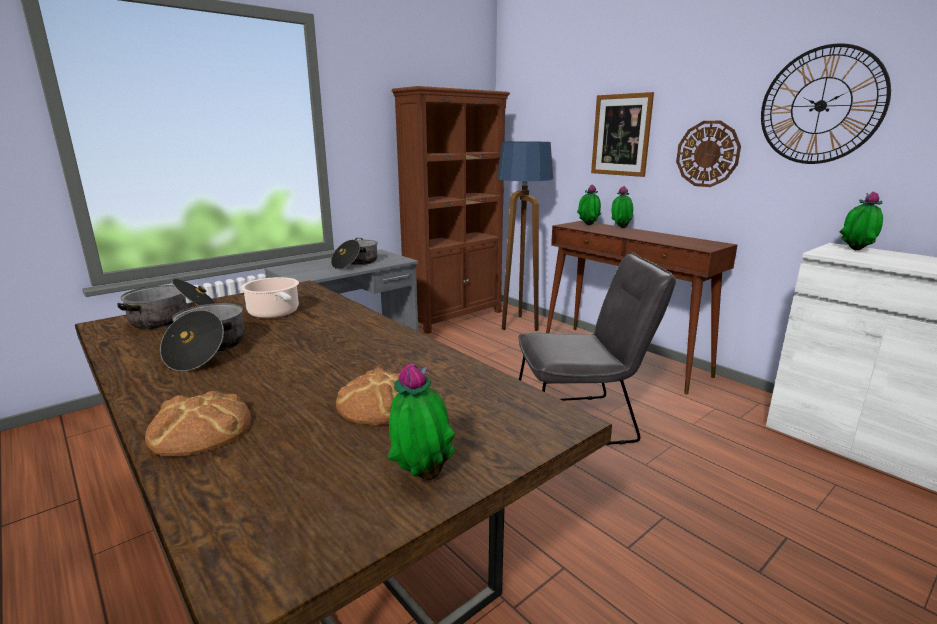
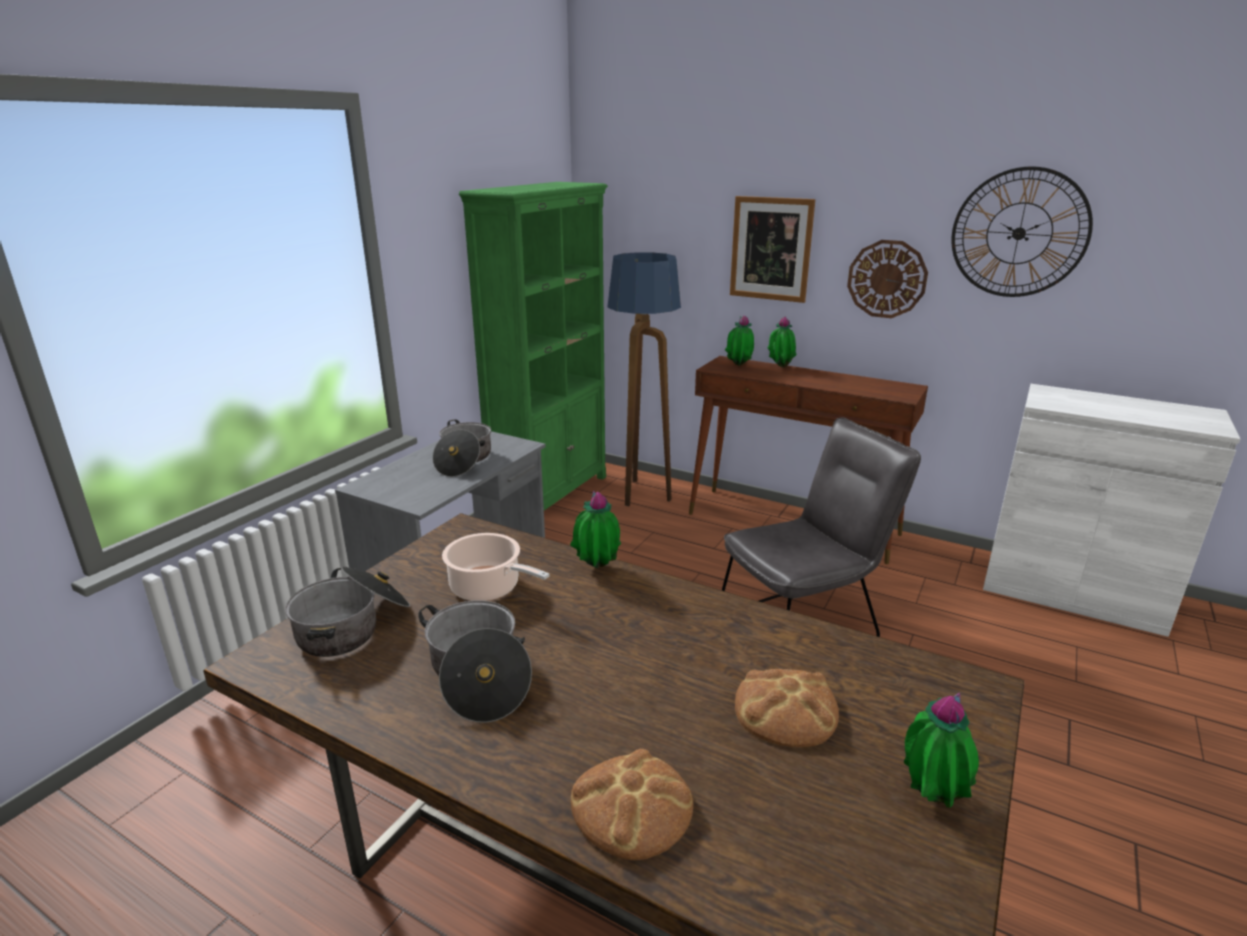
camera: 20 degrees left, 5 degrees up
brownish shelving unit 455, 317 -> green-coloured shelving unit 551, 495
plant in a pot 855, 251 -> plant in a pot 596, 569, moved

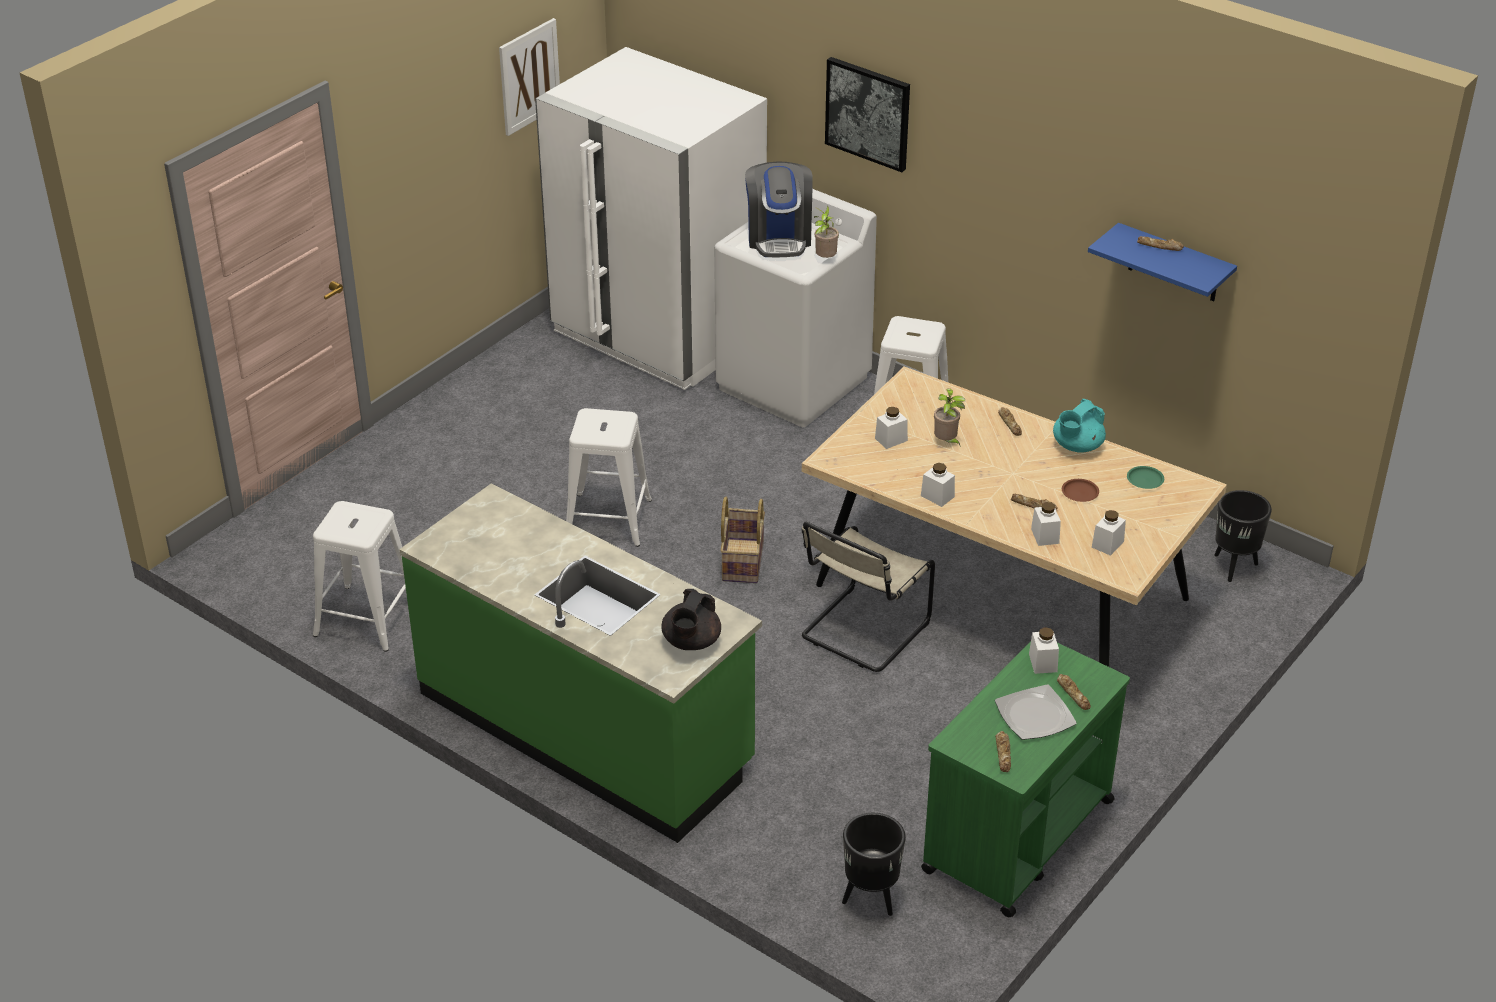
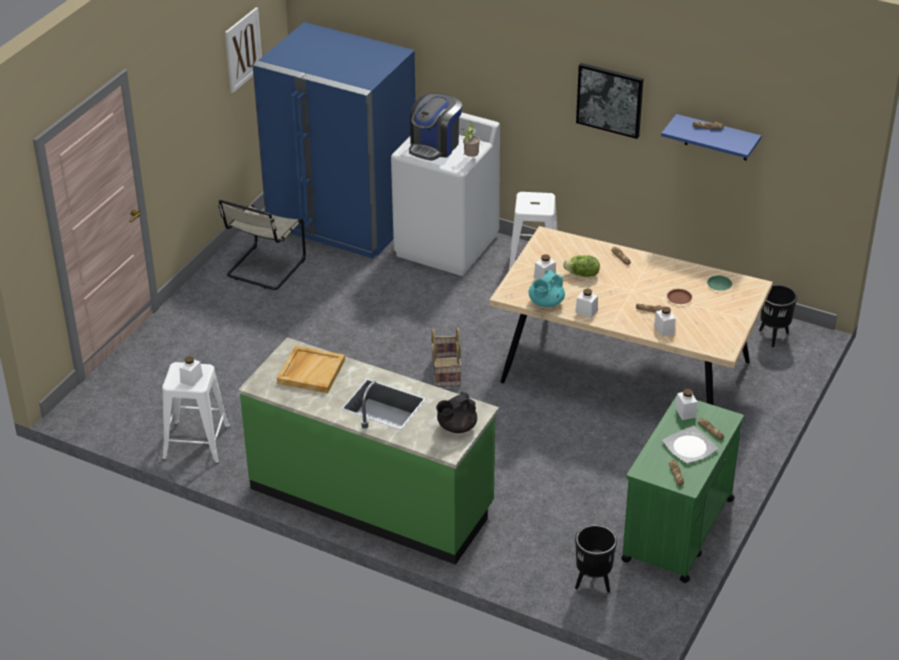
camera: 10 degrees left, 0 degrees up
white refrigerator 658, 334 -> bluish refrigerator 342, 221
wall art 868, 113 -> wall art 610, 99, moved
coffee machine 779, 238 -> coffee machine 434, 146, 45 degrees clockwise
plant in a pot 946, 442 -> head of lettuce 582, 274
blue-green tea pot 1076, 446 -> blue-green tea pot 545, 303, moved
white sitting stool 608, 519 -> none
white jar 1107, 544 -> white jar 191, 379, moved
sand-coloured upright chair 862, 632 -> sand-coloured upright chair 264, 269, moved
black tea pot 691, 642 -> black tea pot 456, 427, 45 degrees clockwise
none -> sand-coloured serving tray 311, 371

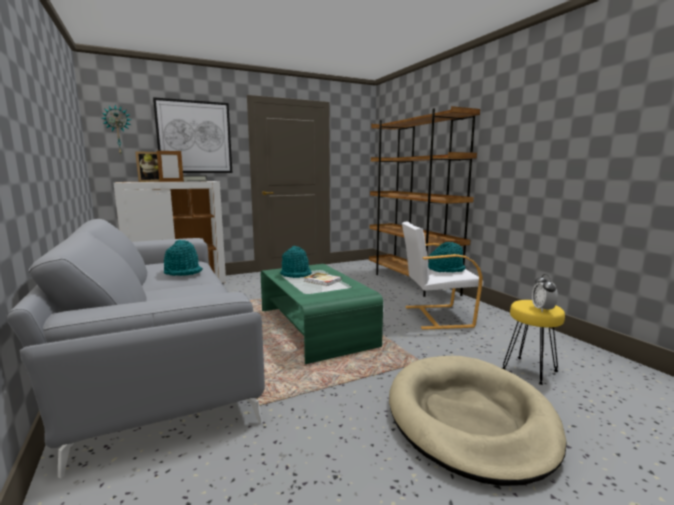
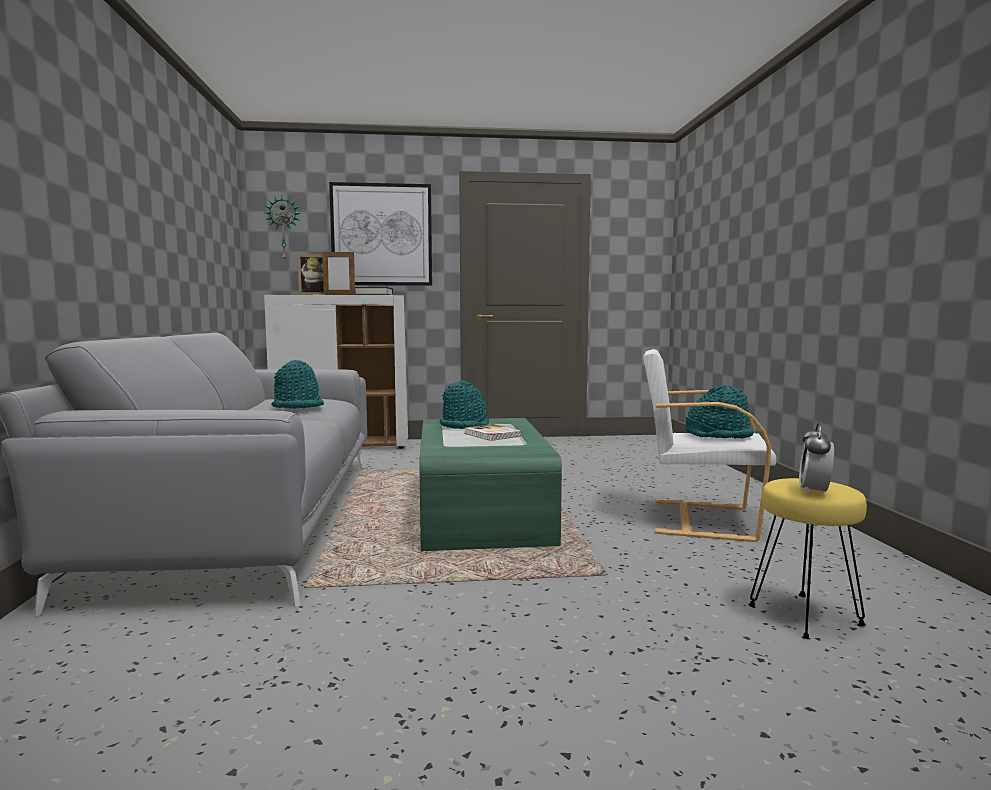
camera: 20 degrees right, 5 degrees down
brownish shelving unit 412, 282 -> none
sand-coloured pet bed 469, 418 -> none

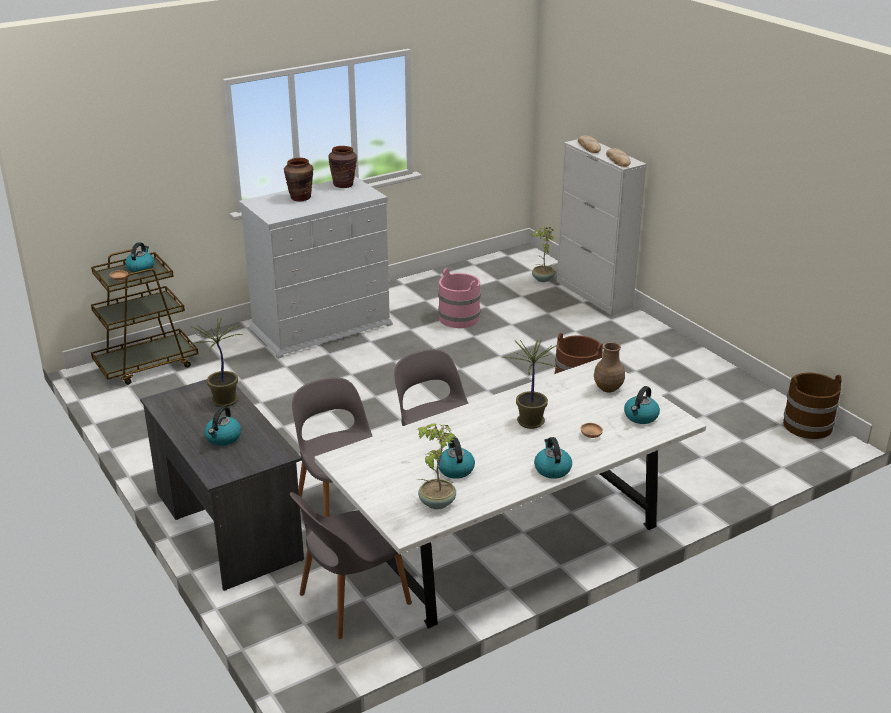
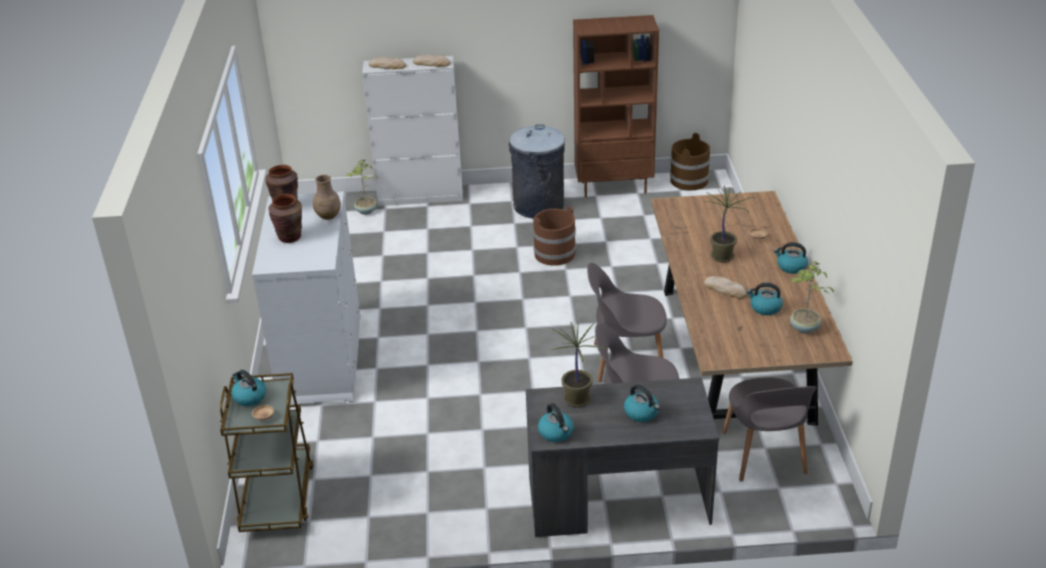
camera: 60 degrees left, 5 degrees up
pink-coloured pail 459, 318 -> none
brownish vase 608, 388 -> brownish vase 328, 216, moved
white dinner table 511, 538 -> brownish dinner table 735, 353
tea kettle 641, 417 -> tea kettle 556, 433, moved
none -> brownish shelving unit 614, 187
none -> grey trash can 538, 206
none -> baked bread 725, 289

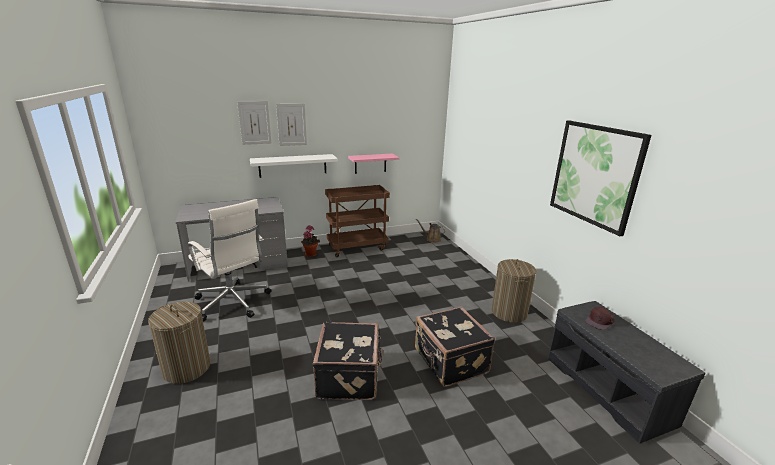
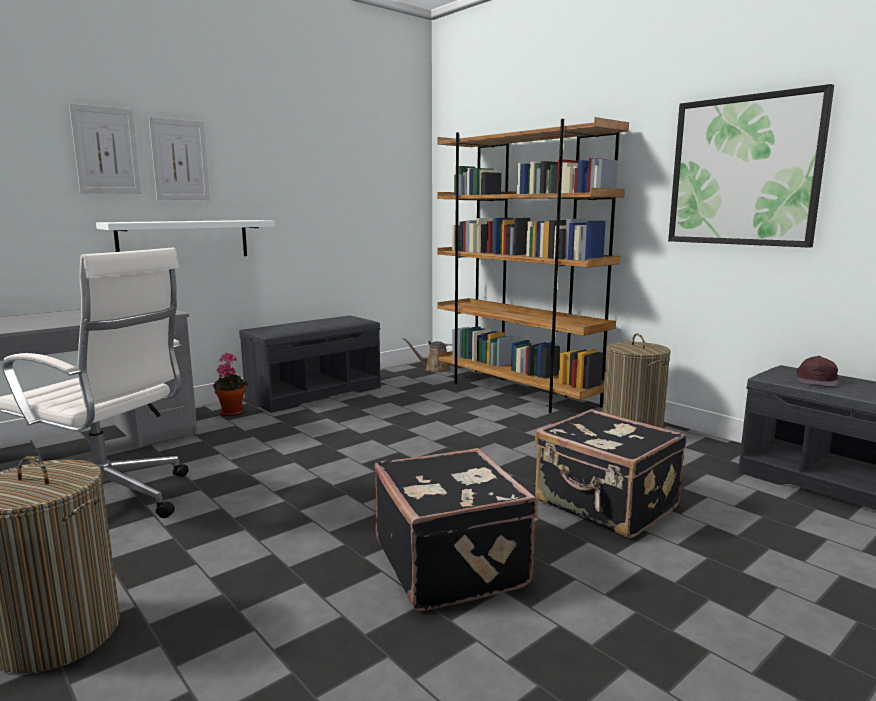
camera: 20 degrees left, 10 degrees down
pink-coloured wall shelf 370, 163 -> none
brownish cart 357, 247 -> grey long seat 315, 392
none -> brownish shelving unit 517, 392

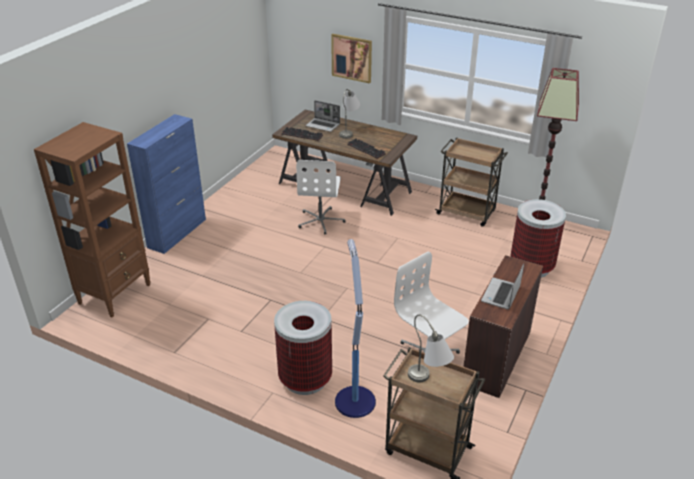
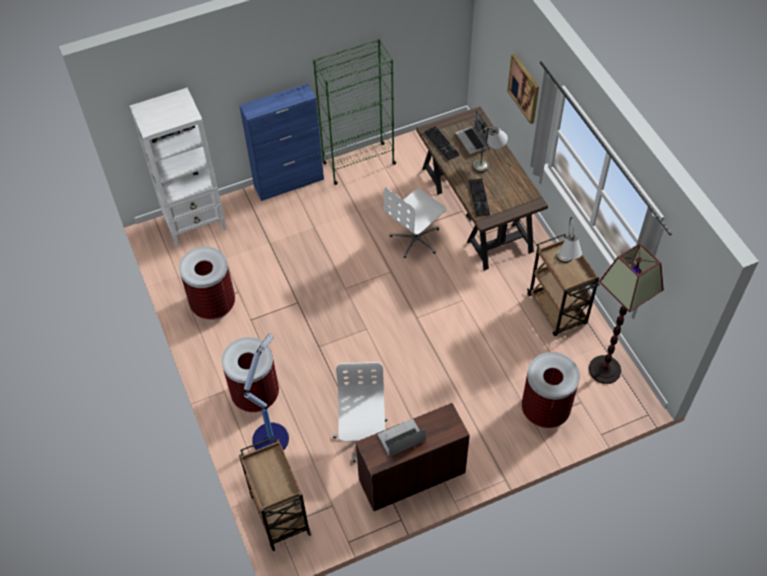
camera: 40 degrees right, 20 degrees up
brownish shelving unit 115, 293 -> white shelving unit 195, 223
grey lamp for a table 428, 383 -> grey lamp for a table 565, 265, moved
none -> green-coloured shelving unit 358, 163
none -> trash can 213, 305

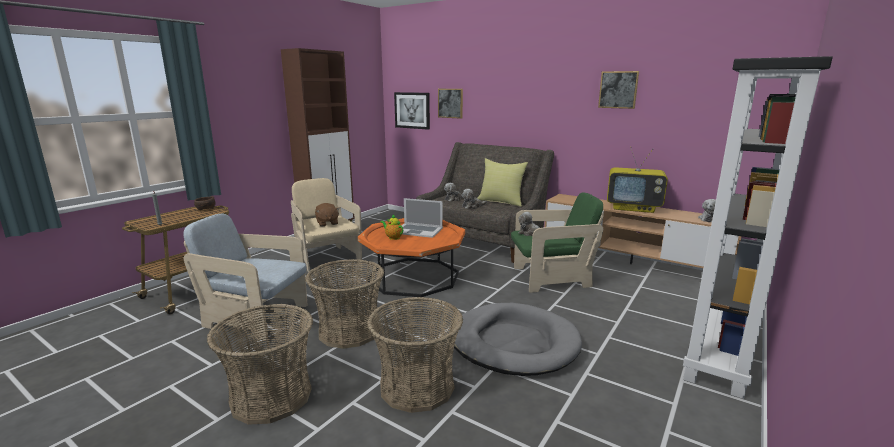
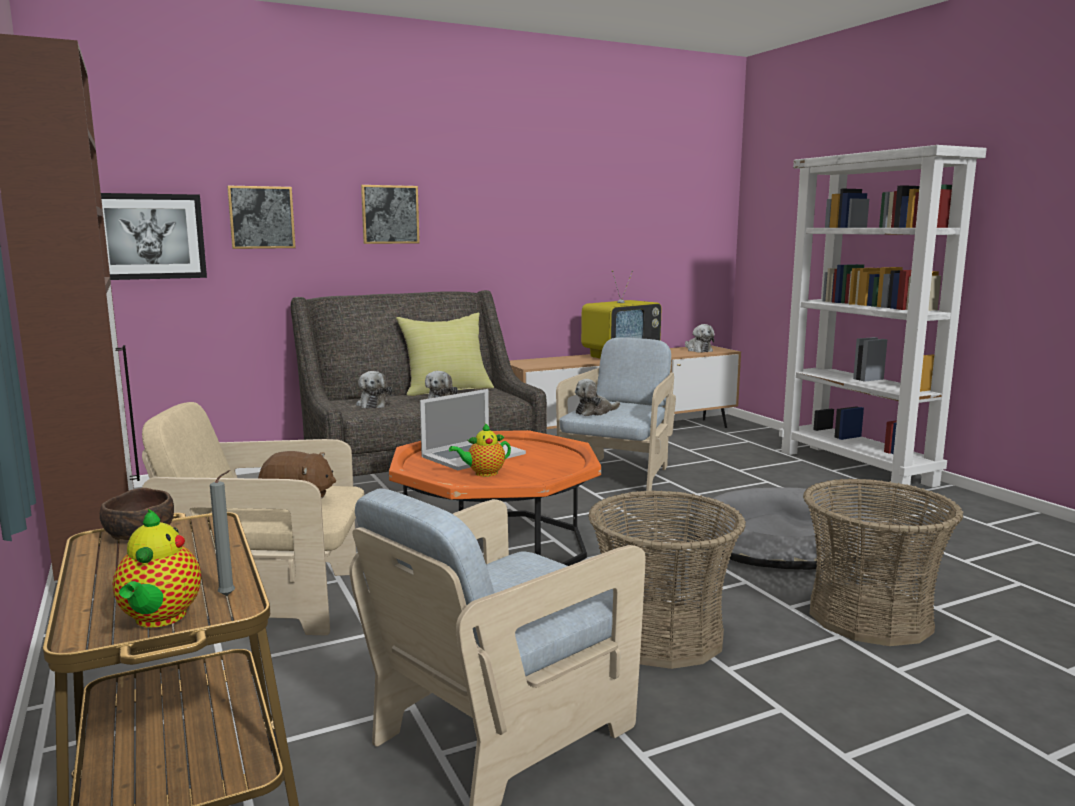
camera: 60 degrees left, 5 degrees down
black shelving unit 720, 352 -> white shelving unit 857, 468
wall art 618, 89 -> wall art 390, 214, moved
green-coloured armchair 551, 278 -> sand-coloured armchair 618, 475
basket 271, 397 -> none
none -> tea pot 159, 619

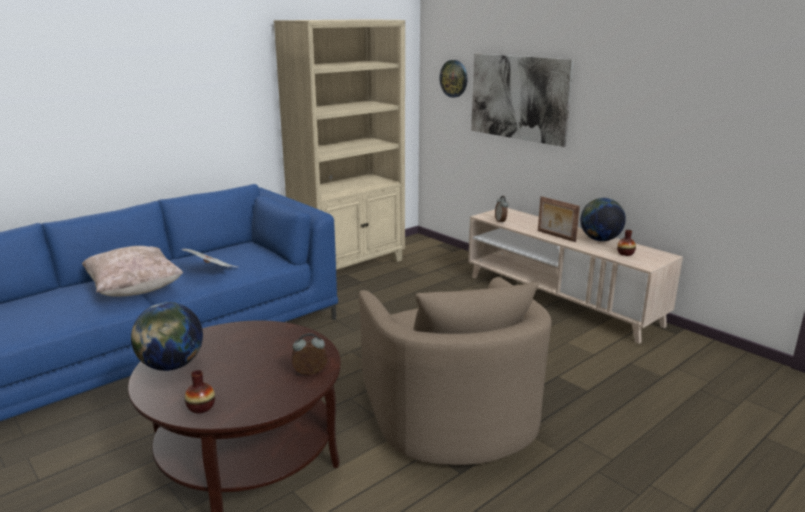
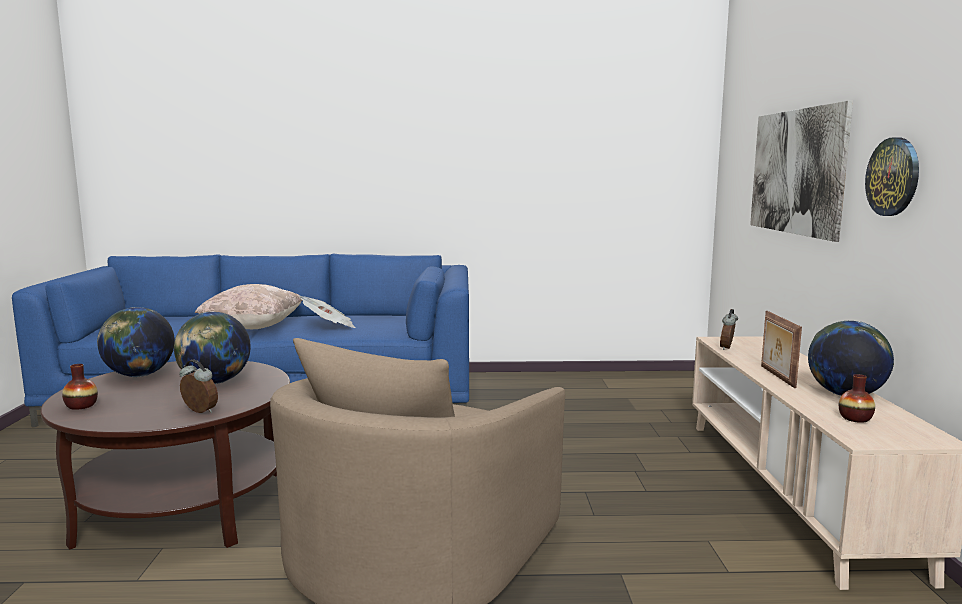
camera: 40 degrees right, 10 degrees down
sand-coloured shelving unit 350, 265 -> none
clock on the wall 454, 78 -> clock on the wall 893, 177, moved
none -> world globe 215, 382

